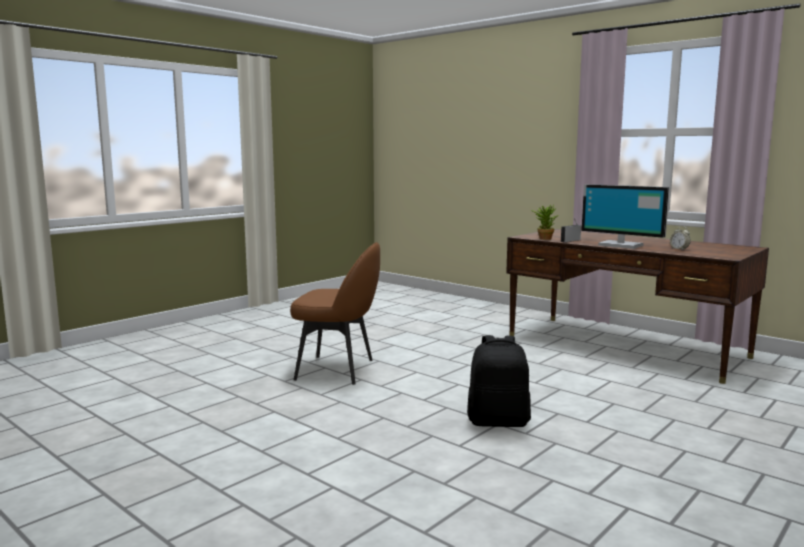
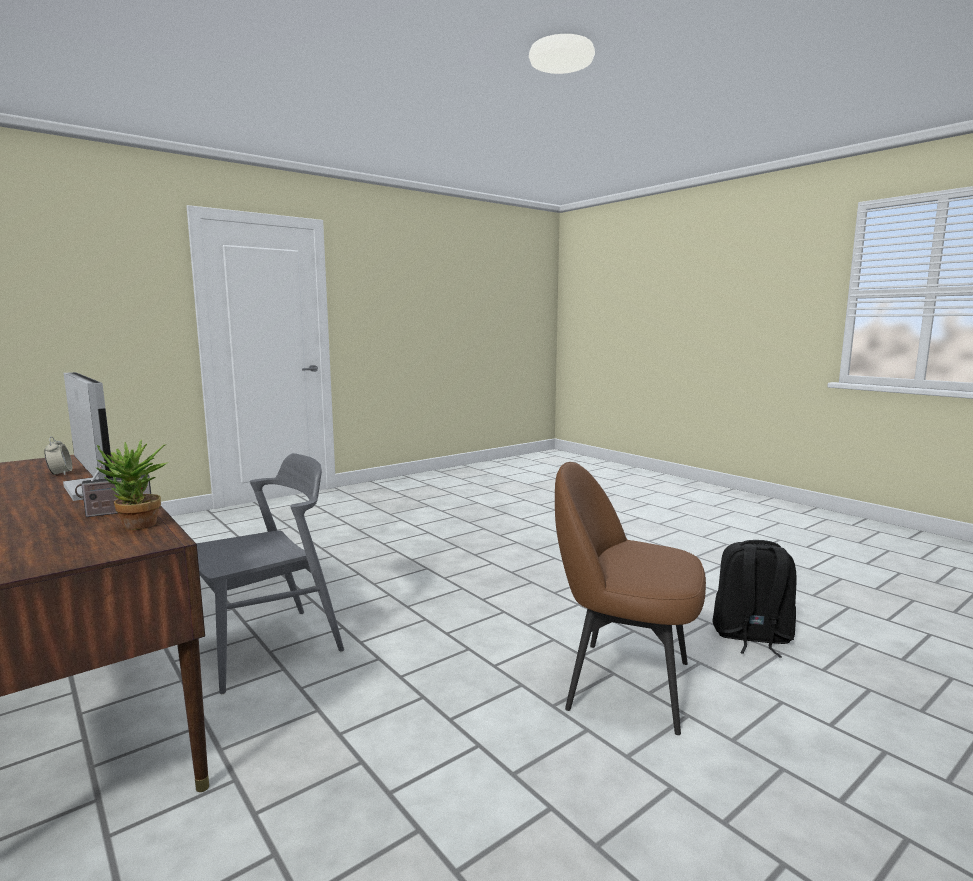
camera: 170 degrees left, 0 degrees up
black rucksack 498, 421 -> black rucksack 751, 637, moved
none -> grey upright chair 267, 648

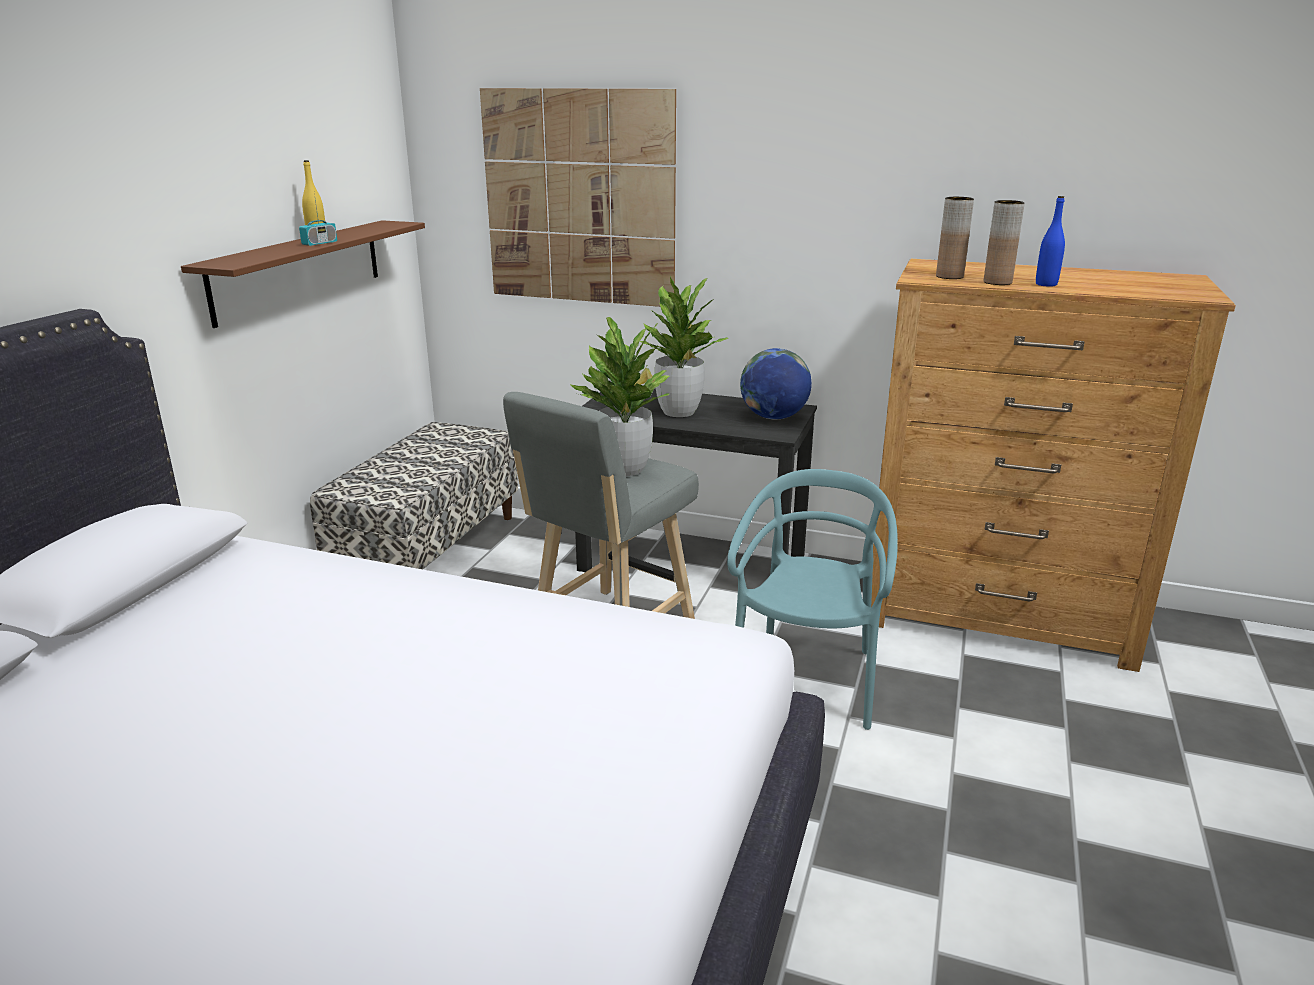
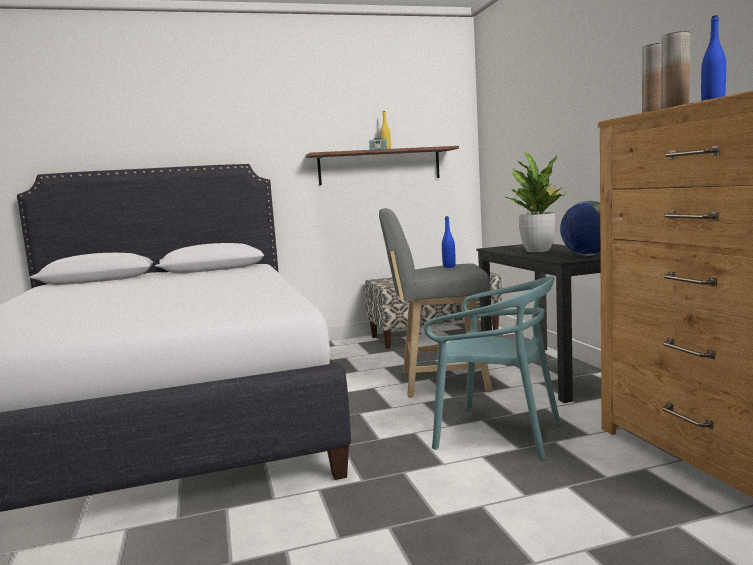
camera: 55 degrees right, 15 degrees down
wall art 579, 198 -> none
plant in a pot 625, 469 -> bluish bottle 449, 267
blue-green upright chair 807, 680 -> blue-green upright chair 497, 434, 45 degrees clockwise

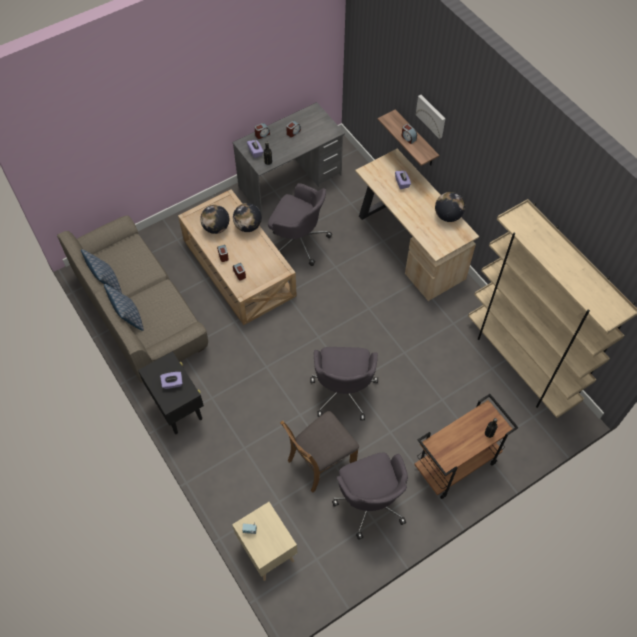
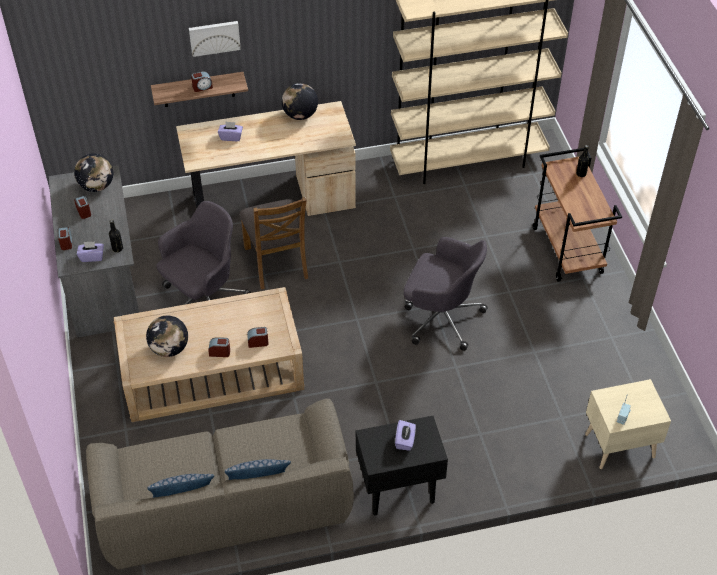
camera: 70 degrees left, 10 degrees down
world globe 248, 226 -> world globe 97, 186, moved
brownish upright chair 320, 461 -> brownish upright chair 277, 262, moved
grey computer chair 370, 501 -> none

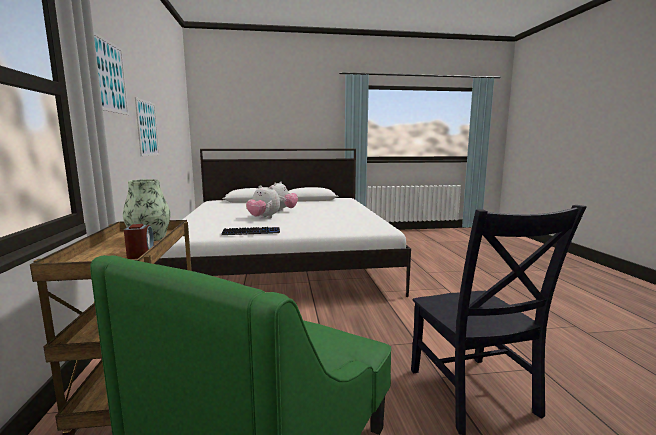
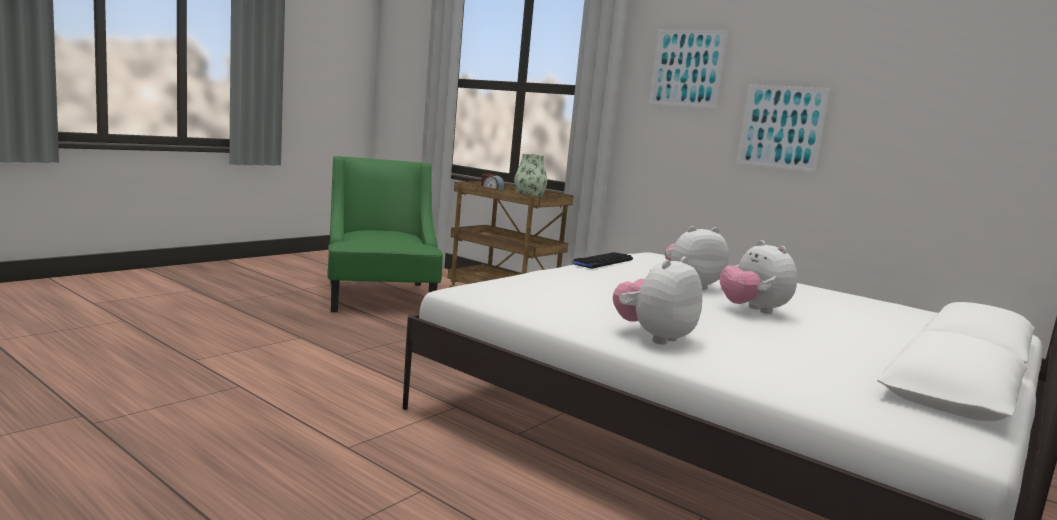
camera: 135 degrees right, 0 degrees up
black upright chair 474, 395 -> none
none -> soft toy 654, 337

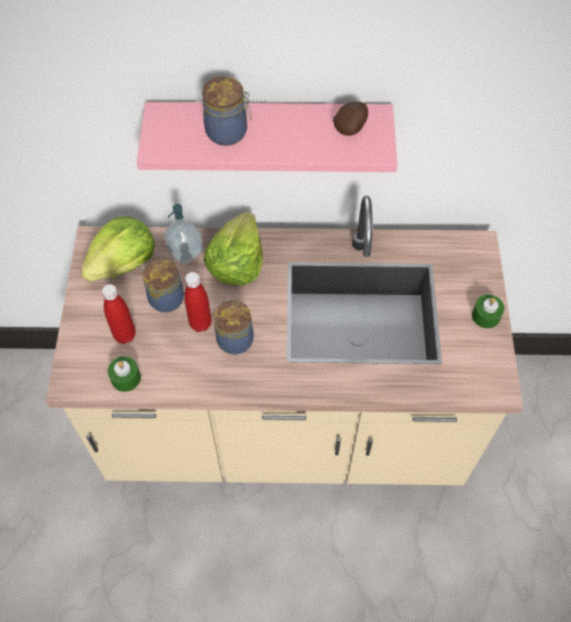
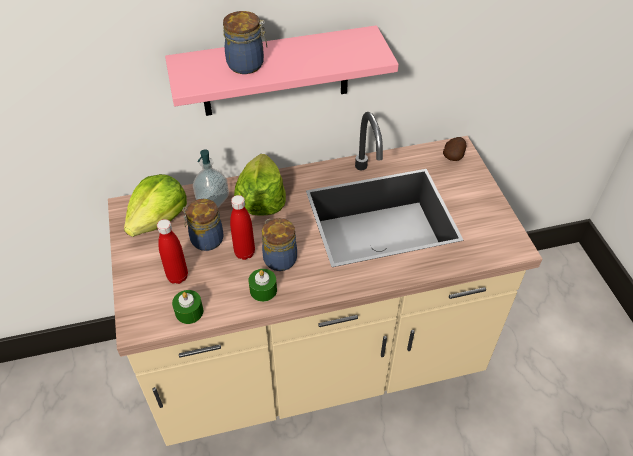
camera: 15 degrees left, 10 degrees down
whole potato 351, 127 -> whole potato 454, 156, moved
green-coloured wax candle 485, 316 -> green-coloured wax candle 263, 290, moved

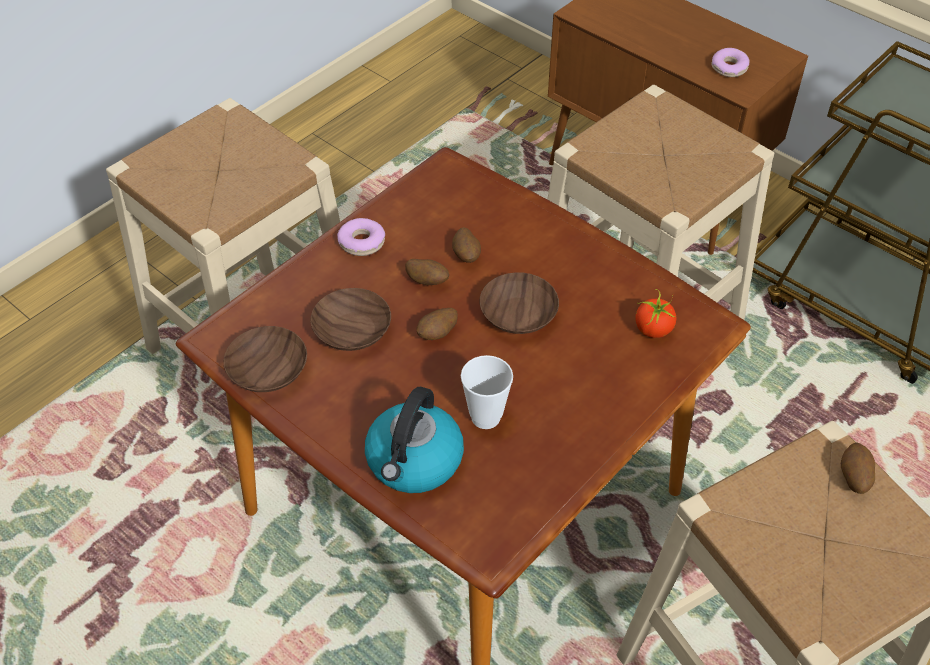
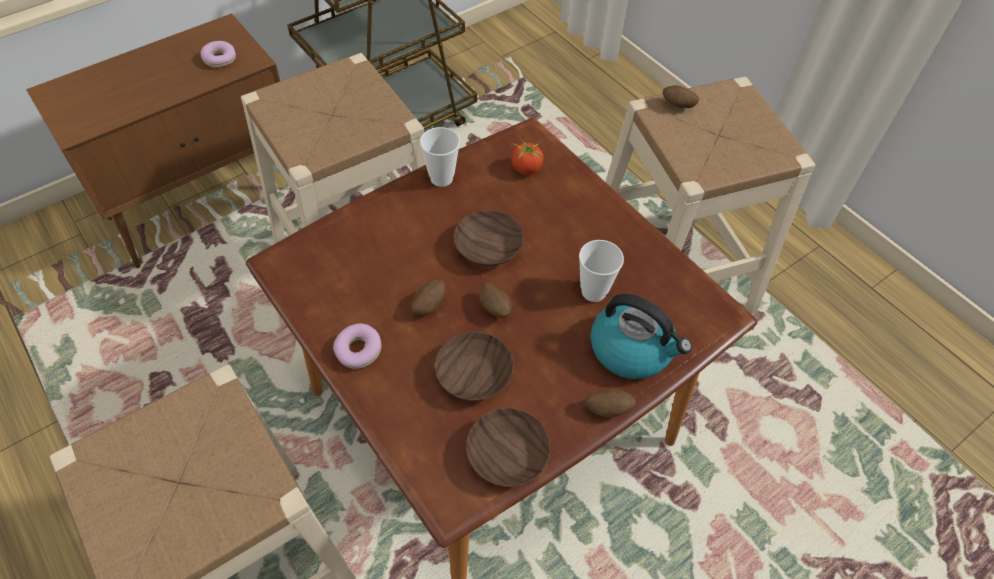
camera: 80 degrees left, 5 degrees up
whole potato 466, 256 -> whole potato 607, 409, moved
none -> small cup 441, 178

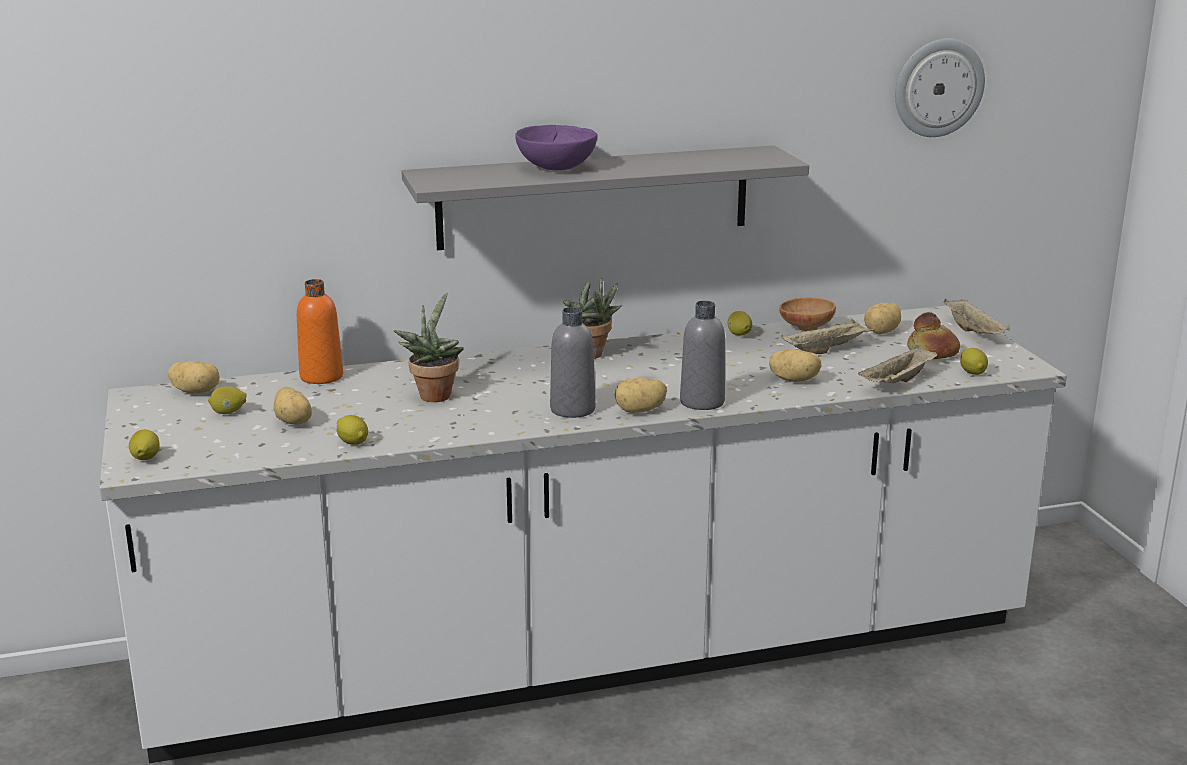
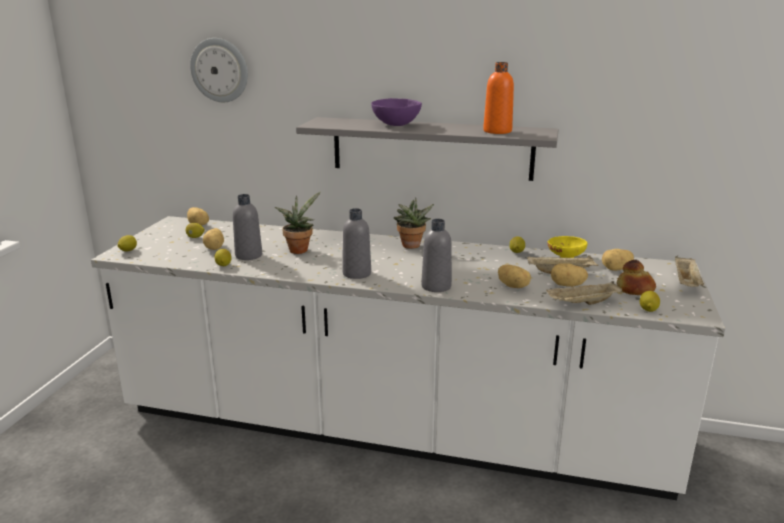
camera: 30 degrees right, 0 degrees up
clock on the wall 938, 87 -> clock on the wall 220, 70, moved
orange bottle 321, 377 -> orange bottle 497, 131, moved
brownish serving bowl 805, 328 -> yellowish serving bowl 565, 256
whole potato 640, 411 -> whole potato 567, 285, moved
none -> grey bottle 248, 255

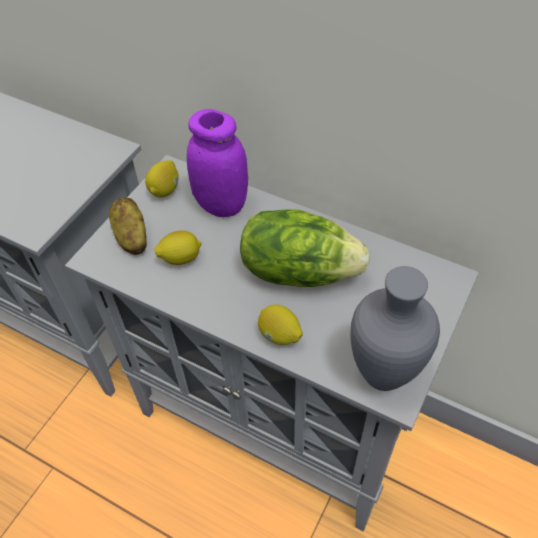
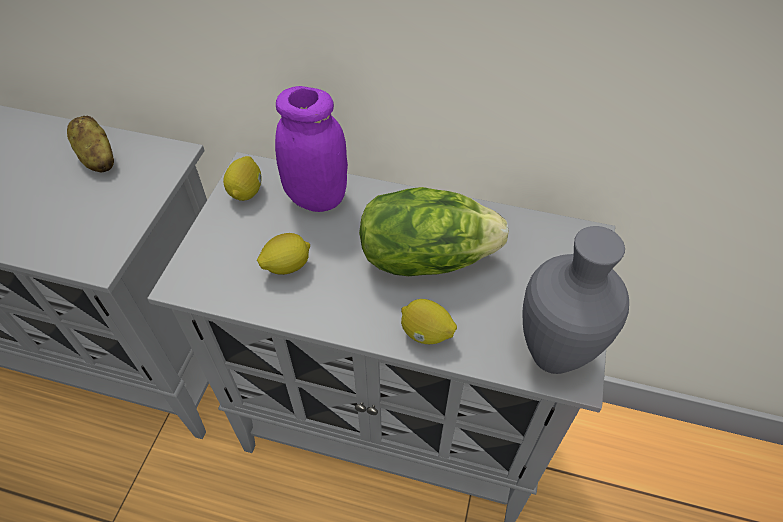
camera: 15 degrees left, 0 degrees up
whole potato 131, 237 -> whole potato 97, 158, moved

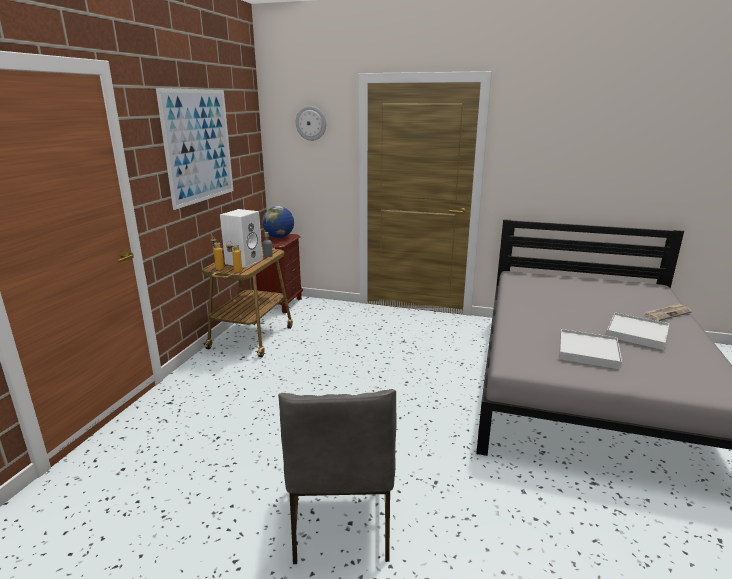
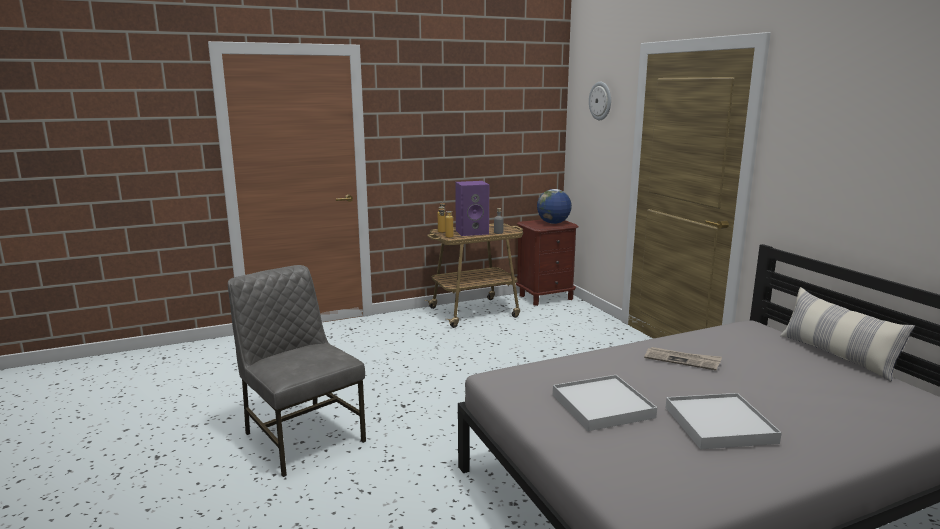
camera: 50 degrees right, 5 degrees down
wall art 199, 146 -> none
white speaker 244, 261 -> purple speaker 472, 232
daily paper 667, 313 -> daily paper 682, 360, moved
grey upright chair 341, 519 -> grey upright chair 302, 437, 90 degrees clockwise
none -> cushion 836, 356

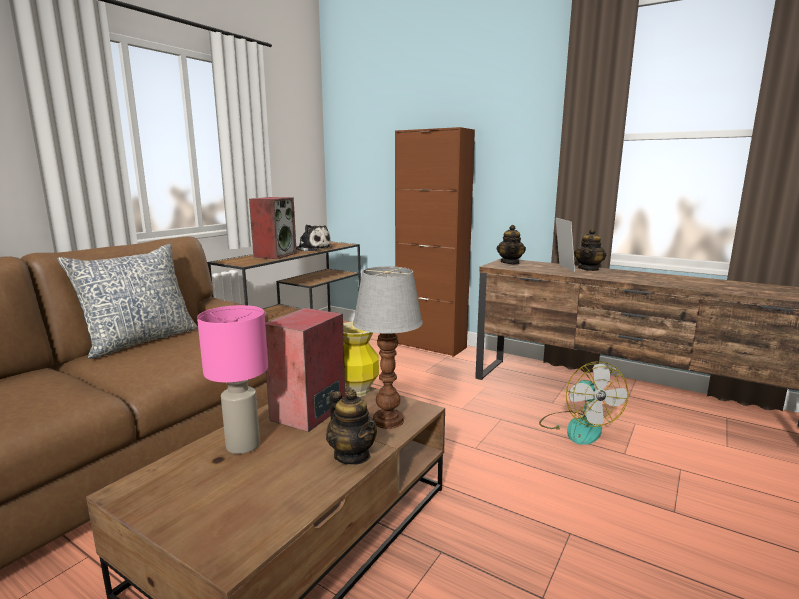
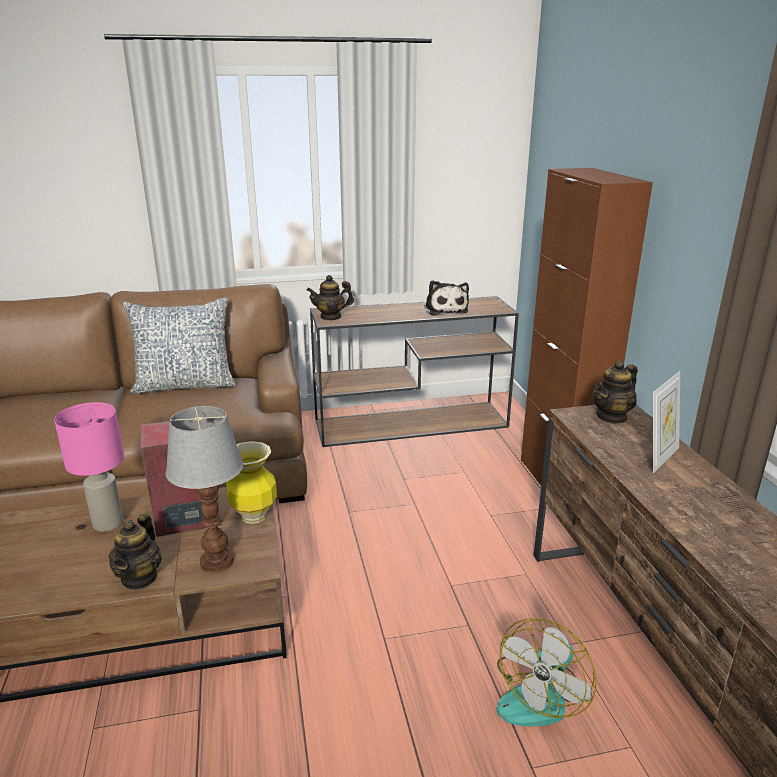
camera: 45 degrees right, 10 degrees up
speaker 275, 255 -> none
tea pot 588, 269 -> tea pot 331, 317, moved

